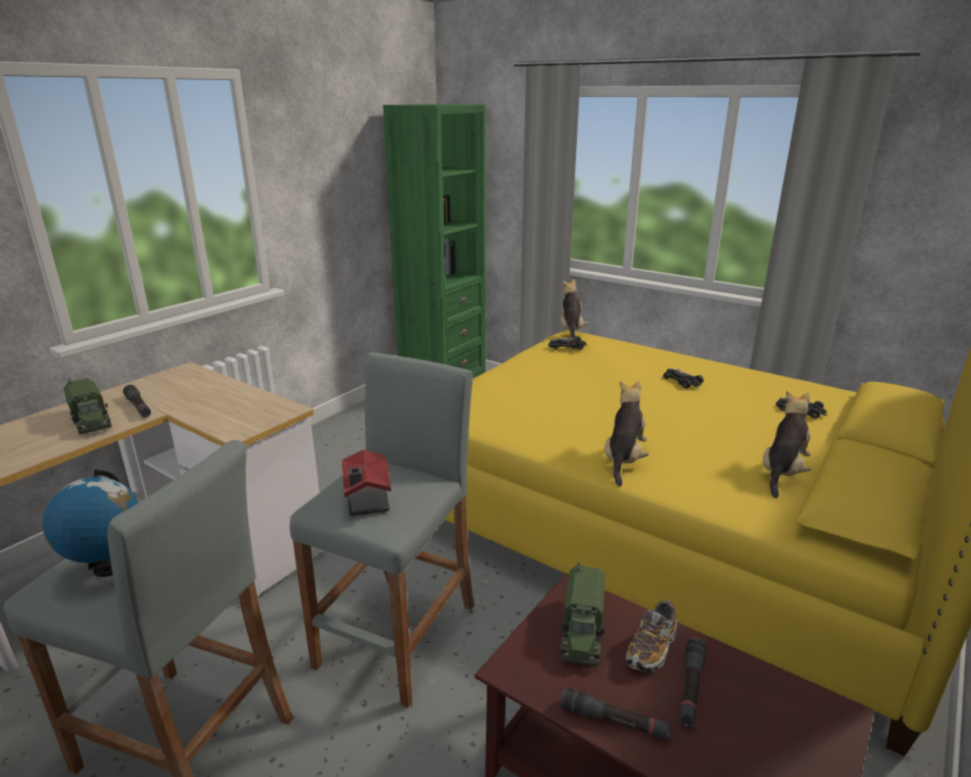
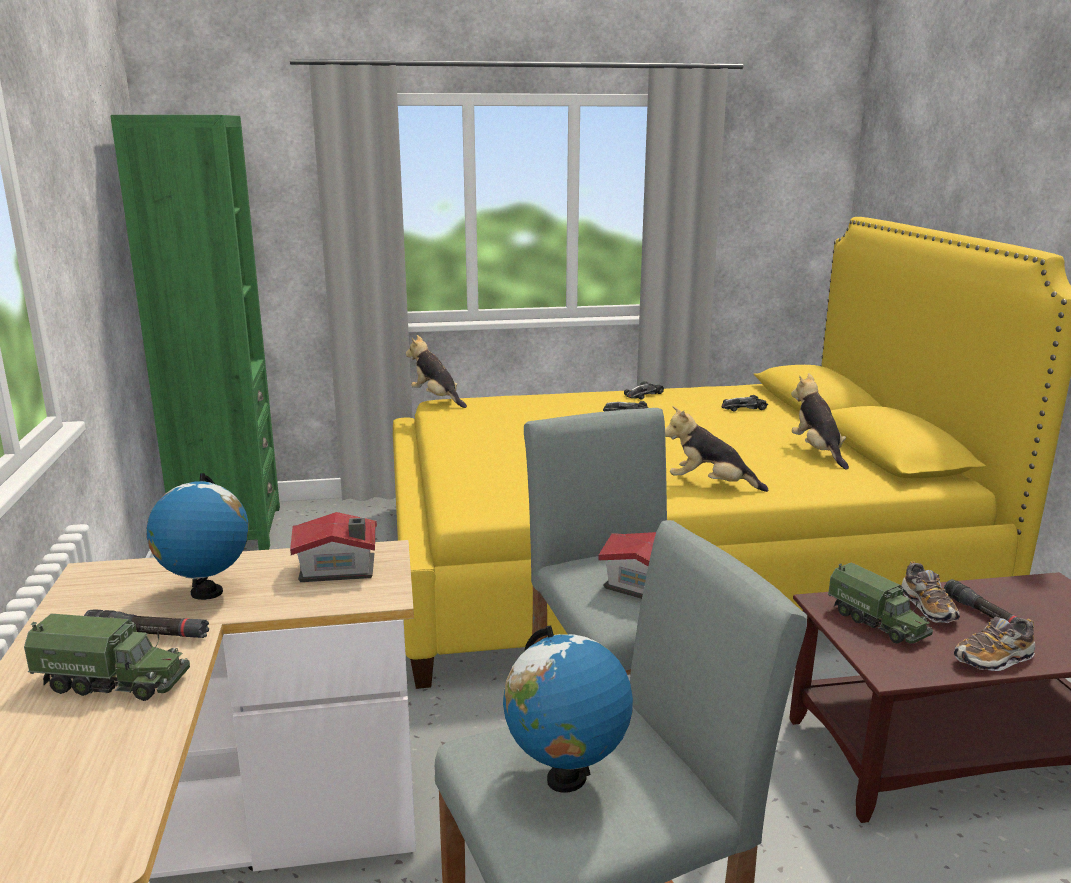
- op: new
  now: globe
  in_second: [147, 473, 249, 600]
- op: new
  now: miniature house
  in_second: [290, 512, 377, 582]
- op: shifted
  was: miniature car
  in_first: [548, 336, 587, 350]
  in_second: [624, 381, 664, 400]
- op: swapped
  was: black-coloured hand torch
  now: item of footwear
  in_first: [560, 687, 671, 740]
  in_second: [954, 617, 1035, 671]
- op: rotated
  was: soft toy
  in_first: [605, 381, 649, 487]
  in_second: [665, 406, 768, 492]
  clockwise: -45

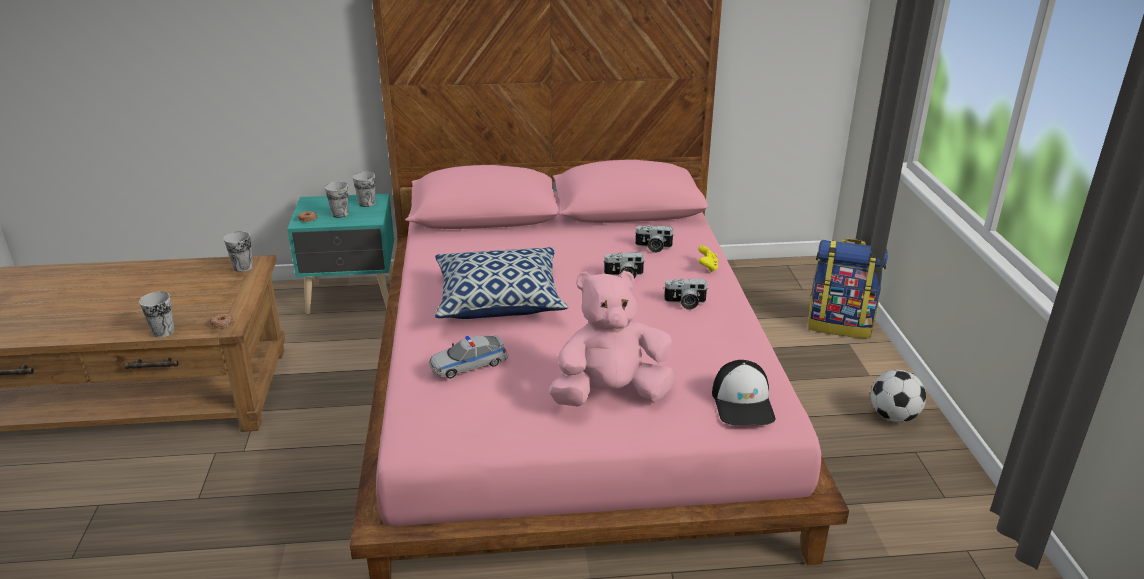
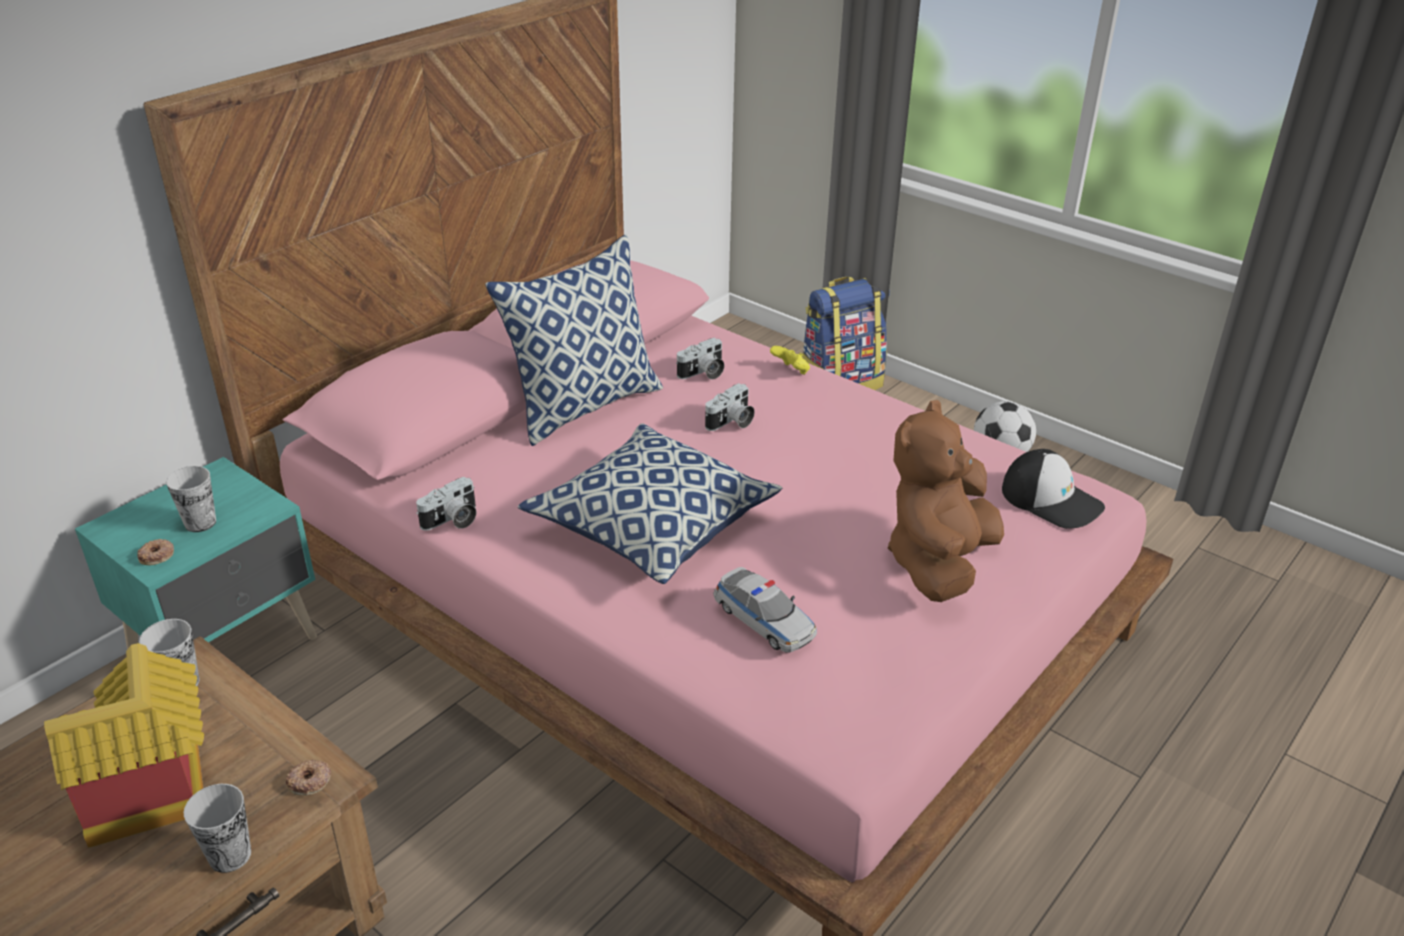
- op: gone
  was: drinking cup
  in_first: [353, 172, 375, 207]
- op: new
  now: miniature house
  in_second: [44, 643, 204, 848]
- op: new
  now: throw pillow
  in_second: [485, 234, 663, 446]
- op: shifted
  was: still camera
  in_first: [663, 278, 708, 310]
  in_second: [416, 477, 476, 531]
- op: repainted
  was: pinkish soft toy
  now: brownish soft toy
  in_first: [549, 270, 675, 406]
  in_second: [888, 400, 1004, 602]
- op: rotated
  was: miniature car
  in_first: [429, 335, 509, 378]
  in_second: [713, 567, 817, 652]
  clockwise: -60

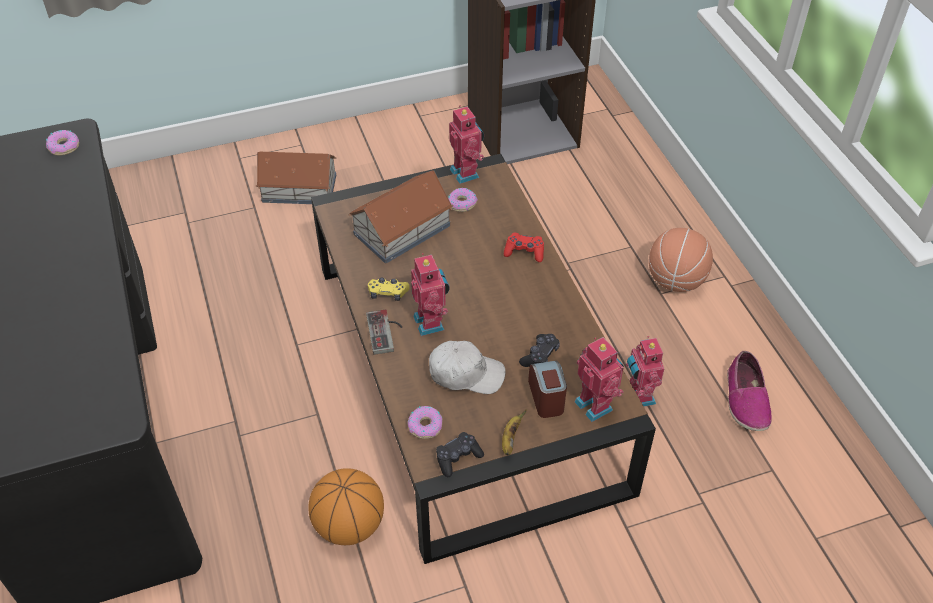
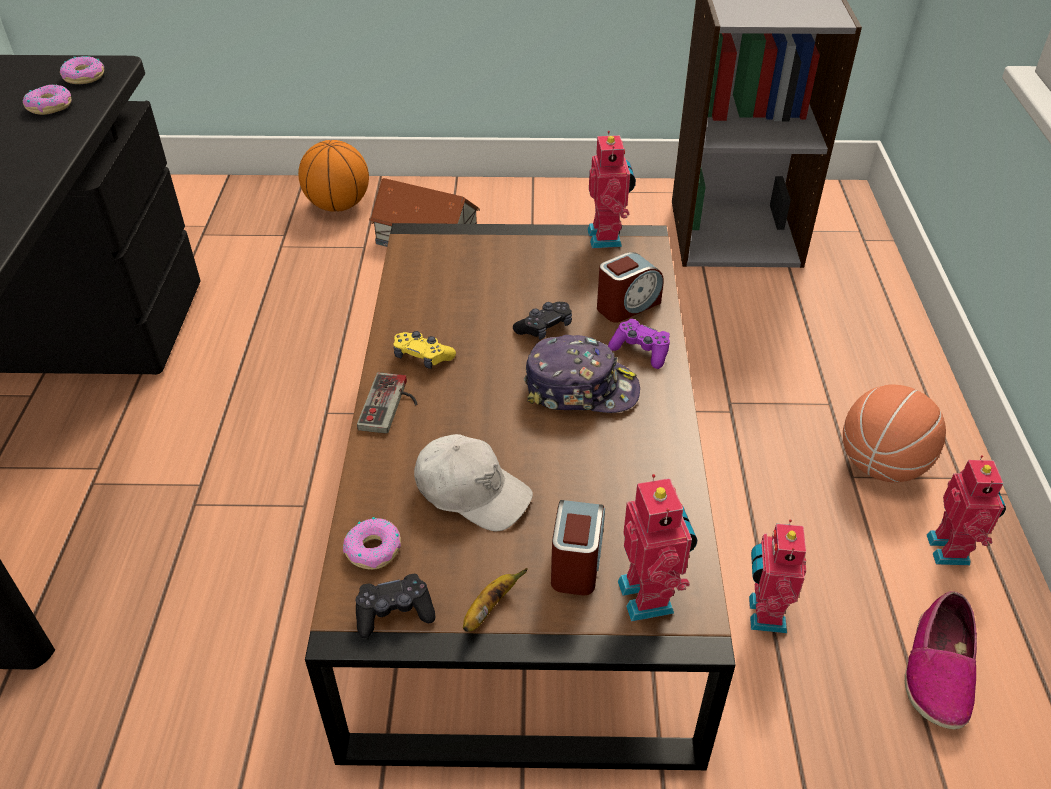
- op: gone
  was: miniature house
  in_first: [348, 170, 453, 263]
- op: new
  now: peaked cap
  in_second: [524, 335, 640, 413]
- op: new
  now: bedside clock
  in_second: [597, 252, 664, 323]
- op: shifted
  was: ball for basketball
  in_first: [308, 468, 384, 545]
  in_second: [298, 140, 369, 212]
- op: shifted
  was: model robot
  in_first: [411, 253, 450, 336]
  in_second: [927, 455, 1006, 565]
- op: shifted
  was: donut
  in_first: [448, 188, 478, 212]
  in_second: [23, 85, 72, 115]
- op: shifted
  was: black-coloured joypad
  in_first: [519, 334, 560, 367]
  in_second: [513, 302, 572, 340]
- op: repainted
  was: reddish joypad
  now: purple-coloured joypad
  in_first: [504, 232, 544, 262]
  in_second: [608, 319, 670, 369]

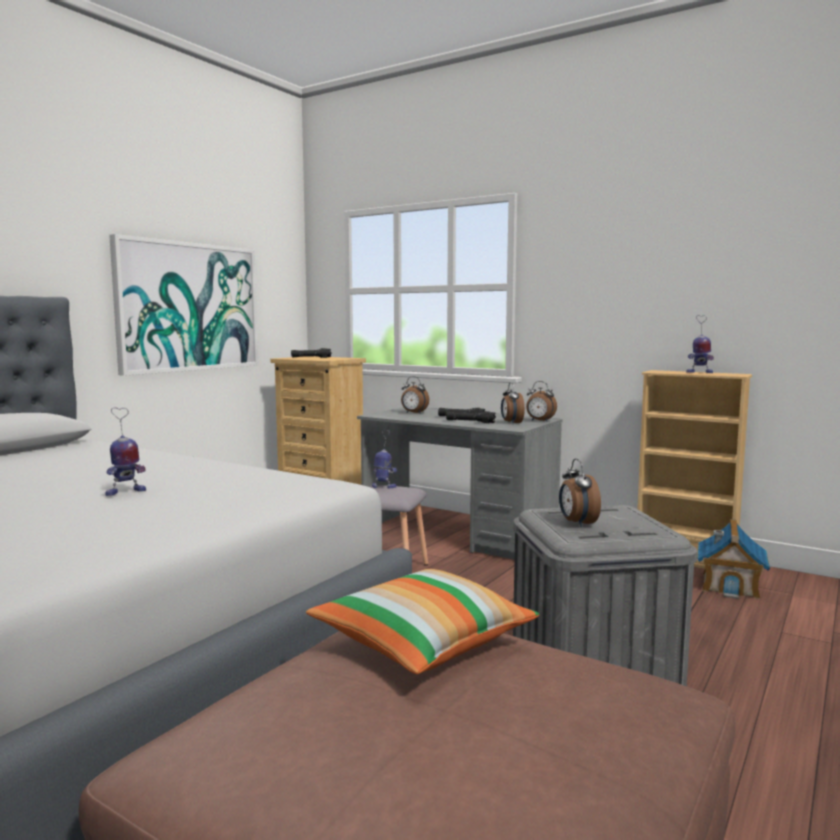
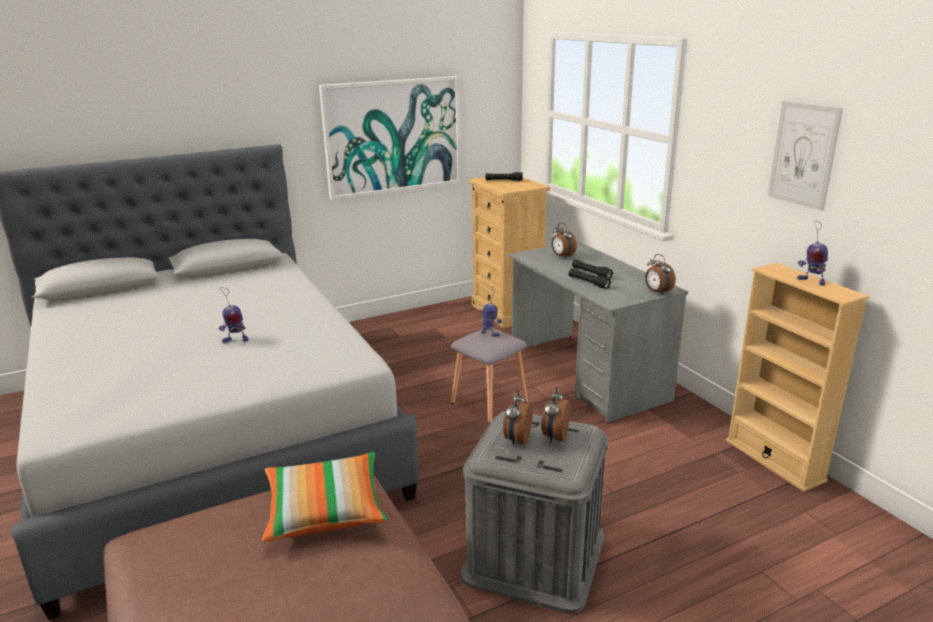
- op: gone
  was: miniature house
  in_first: [697, 519, 770, 599]
- op: new
  now: picture
  in_second: [768, 101, 843, 211]
- op: shifted
  was: bedside clock
  in_first: [501, 382, 525, 425]
  in_second: [541, 387, 570, 443]

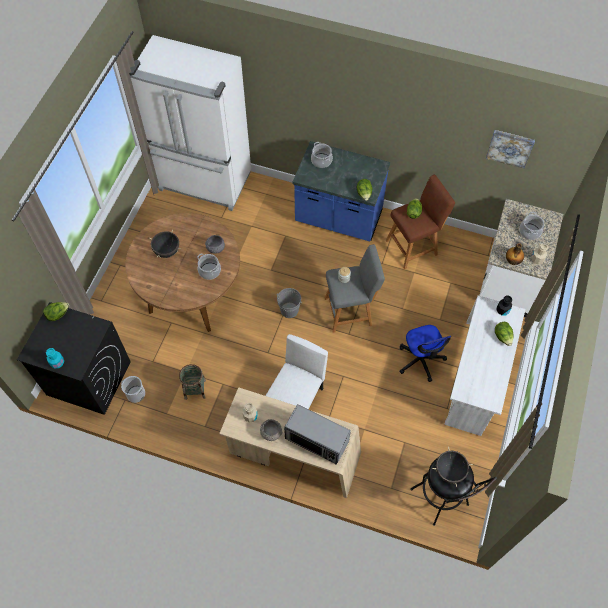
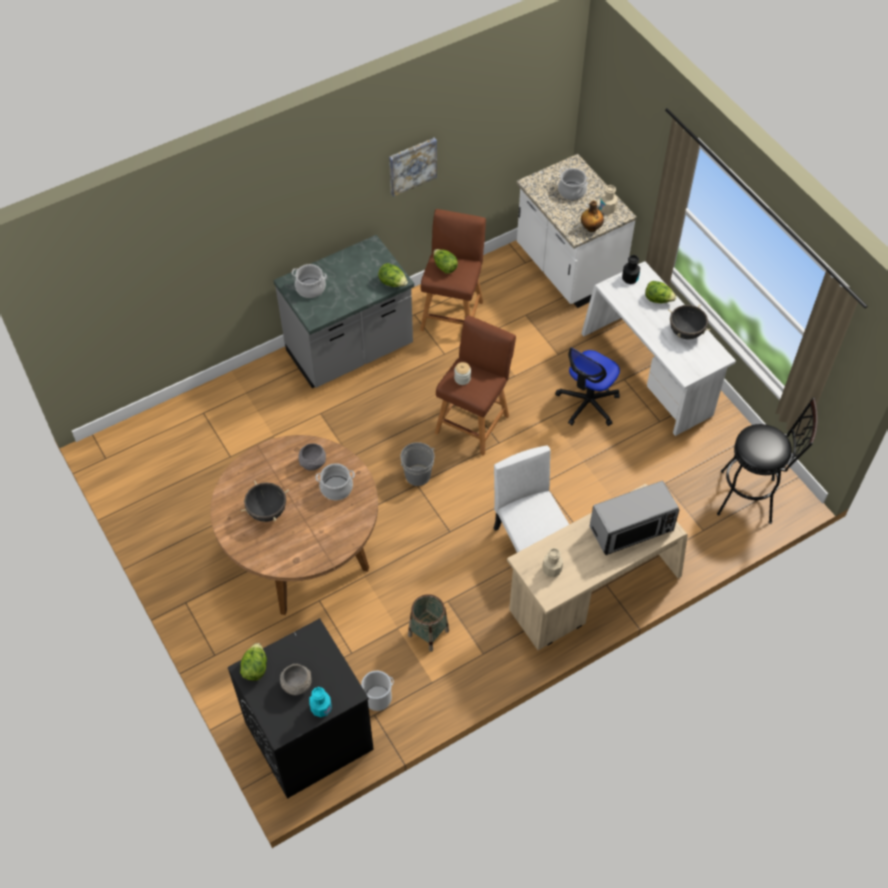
- op: gone
  was: white-coloured kitchen fridge
  in_first: [129, 35, 251, 211]
- op: shifted
  was: greyish deep dish
  in_first: [260, 419, 282, 441]
  in_second: [280, 664, 312, 695]
- op: shifted
  was: black-coloured saucepot
  in_first: [432, 447, 473, 487]
  in_second: [668, 304, 710, 339]
- op: shifted
  was: picture
  in_first: [486, 130, 535, 168]
  in_second: [389, 138, 437, 197]
- op: repainted
  was: bluish kitchen counter
  now: greyish kitchen counter
  in_first: [293, 141, 390, 241]
  in_second: [273, 235, 414, 388]
- op: repainted
  was: greyish stool
  now: brownish stool
  in_first: [325, 244, 385, 333]
  in_second: [435, 315, 516, 456]
- op: rotated
  was: office chair
  in_first: [399, 325, 451, 382]
  in_second: [555, 347, 620, 426]
  clockwise: 105

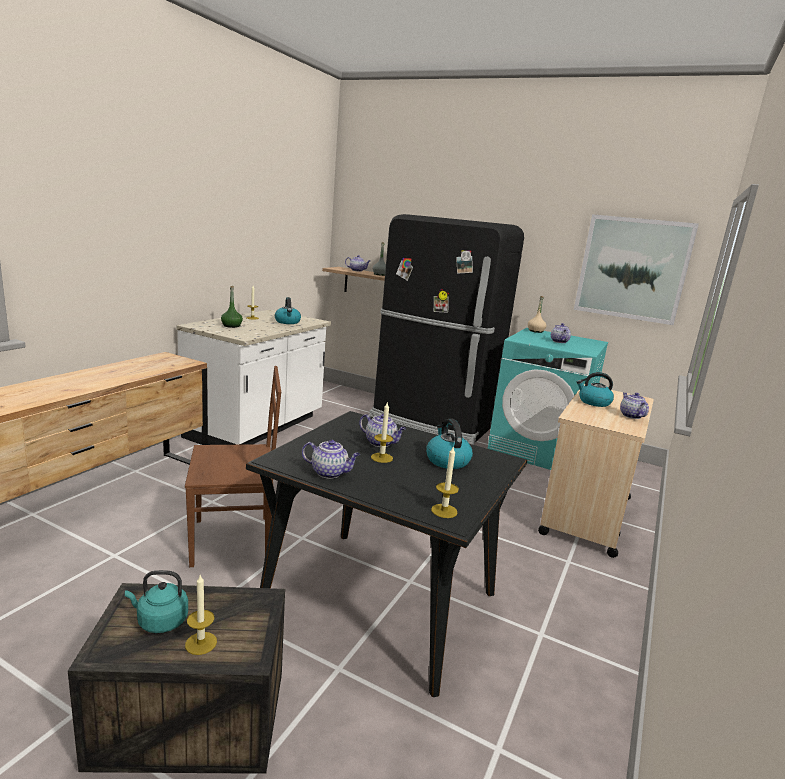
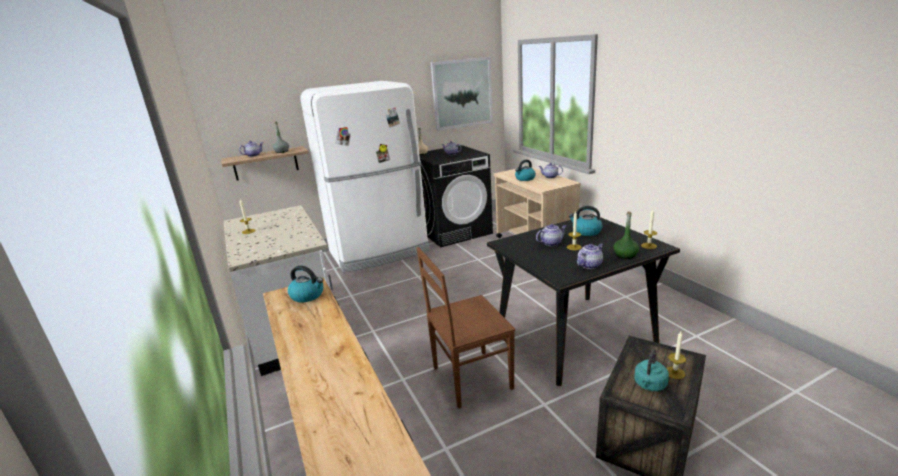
- op: shifted
  was: green-coloured bottle
  in_first: [221, 286, 243, 328]
  in_second: [614, 212, 639, 259]
- op: shifted
  was: kettle
  in_first: [275, 297, 301, 324]
  in_second: [288, 266, 323, 303]
- op: repainted
  was: black-coloured kitchen fridge
  now: white-coloured kitchen fridge
  in_first: [369, 214, 524, 445]
  in_second: [300, 81, 429, 272]
- op: repainted
  was: turquoise-coloured washing machine
  now: black-coloured washing machine
  in_first: [487, 328, 608, 470]
  in_second: [419, 145, 493, 247]
- op: rotated
  was: brownish upright chair
  in_first: [185, 366, 281, 567]
  in_second: [416, 247, 515, 409]
  clockwise: -135

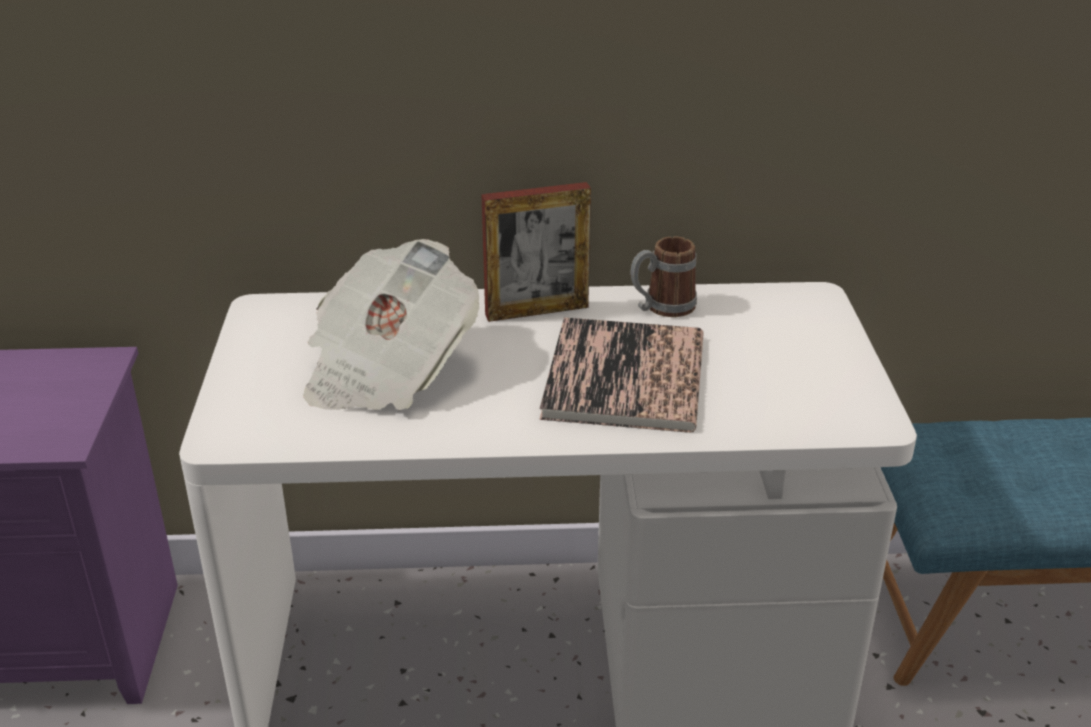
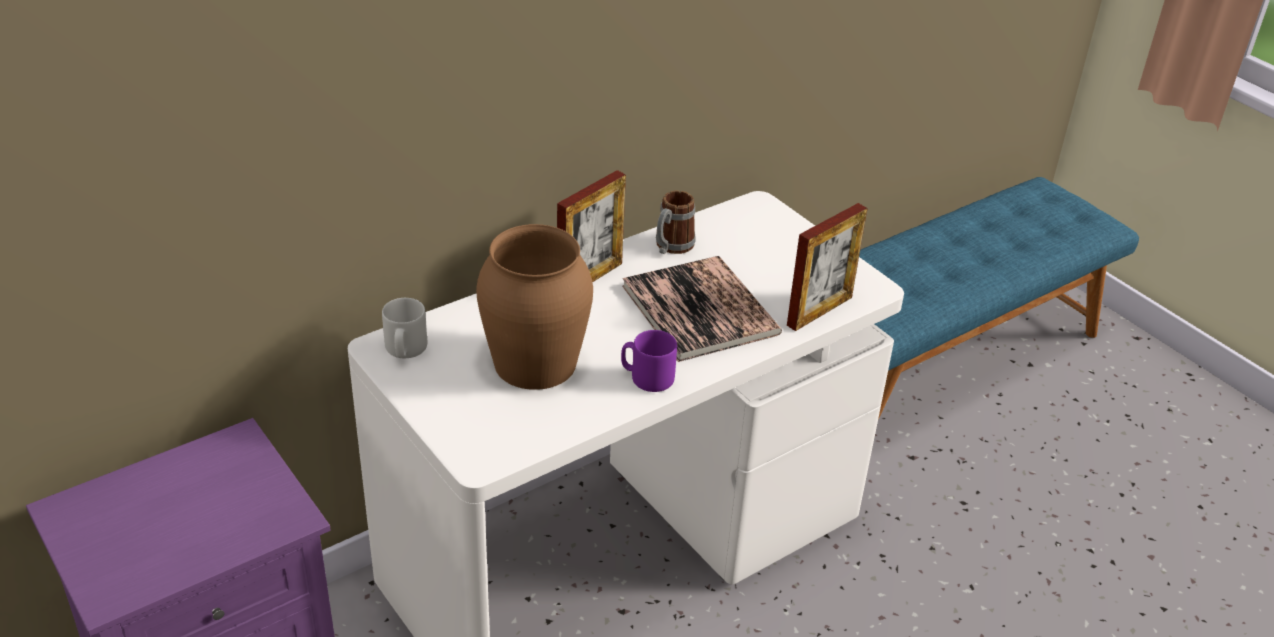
- op: new
  now: greyish mug
  in_second: [382, 298, 427, 358]
- op: new
  now: purple-coloured mug
  in_second: [621, 330, 677, 392]
- op: new
  now: standing frame
  in_second: [787, 203, 868, 331]
- op: swapped
  was: printed paper
  now: brownish vase
  in_first: [303, 239, 479, 410]
  in_second: [476, 224, 593, 390]

